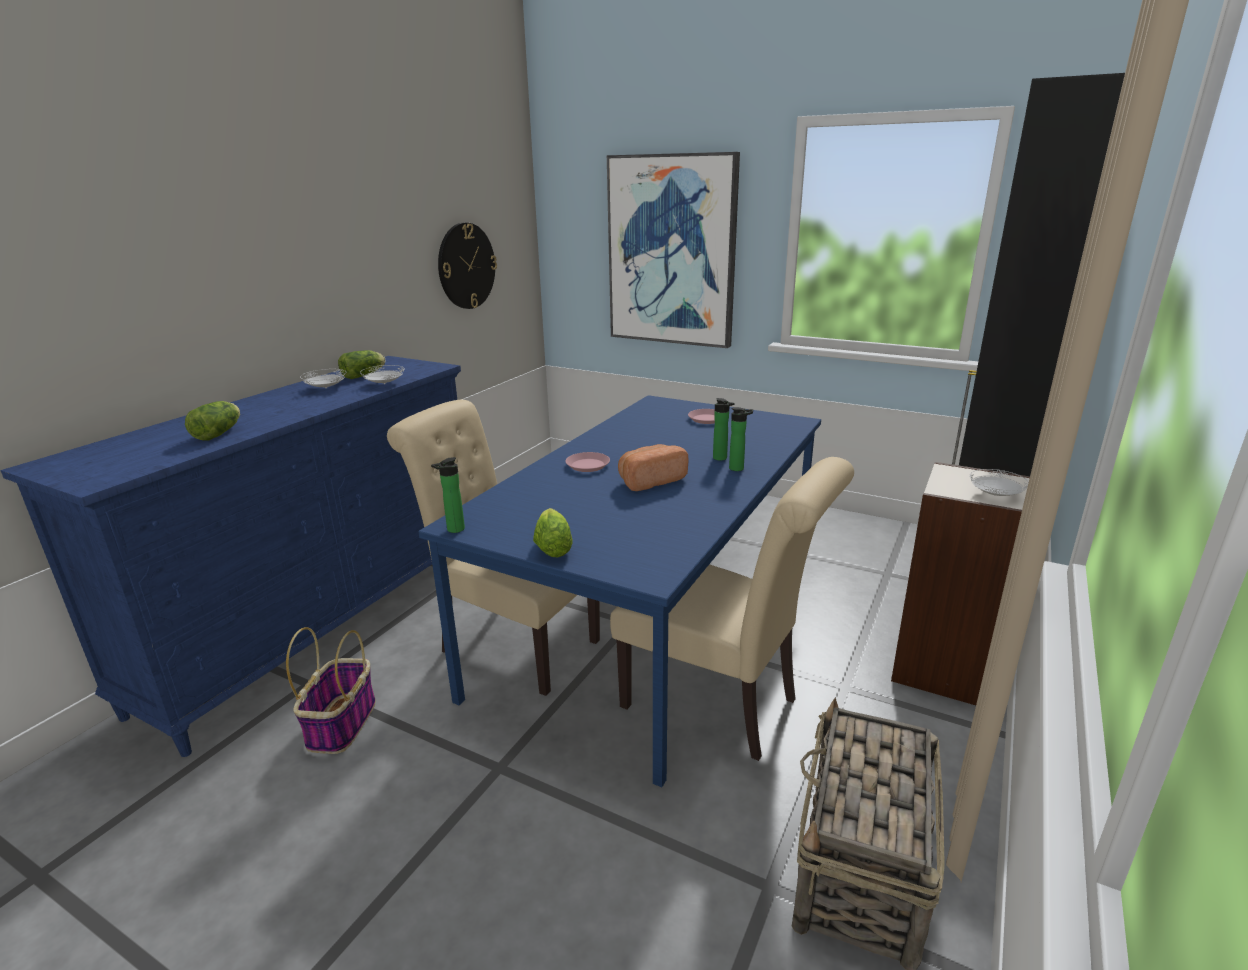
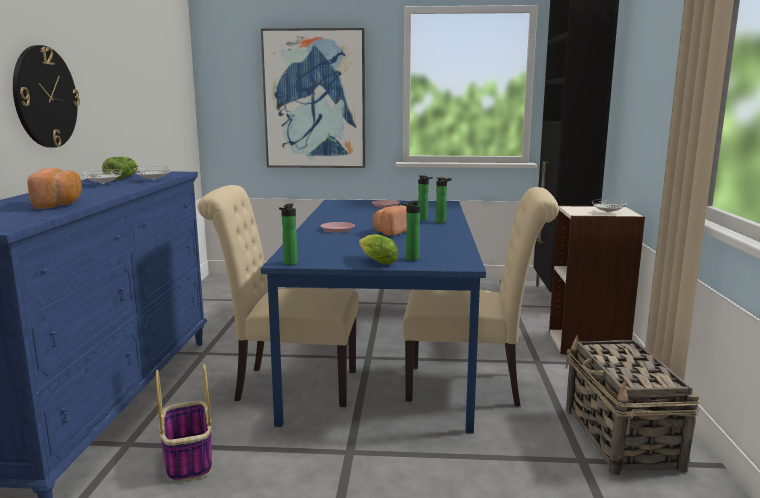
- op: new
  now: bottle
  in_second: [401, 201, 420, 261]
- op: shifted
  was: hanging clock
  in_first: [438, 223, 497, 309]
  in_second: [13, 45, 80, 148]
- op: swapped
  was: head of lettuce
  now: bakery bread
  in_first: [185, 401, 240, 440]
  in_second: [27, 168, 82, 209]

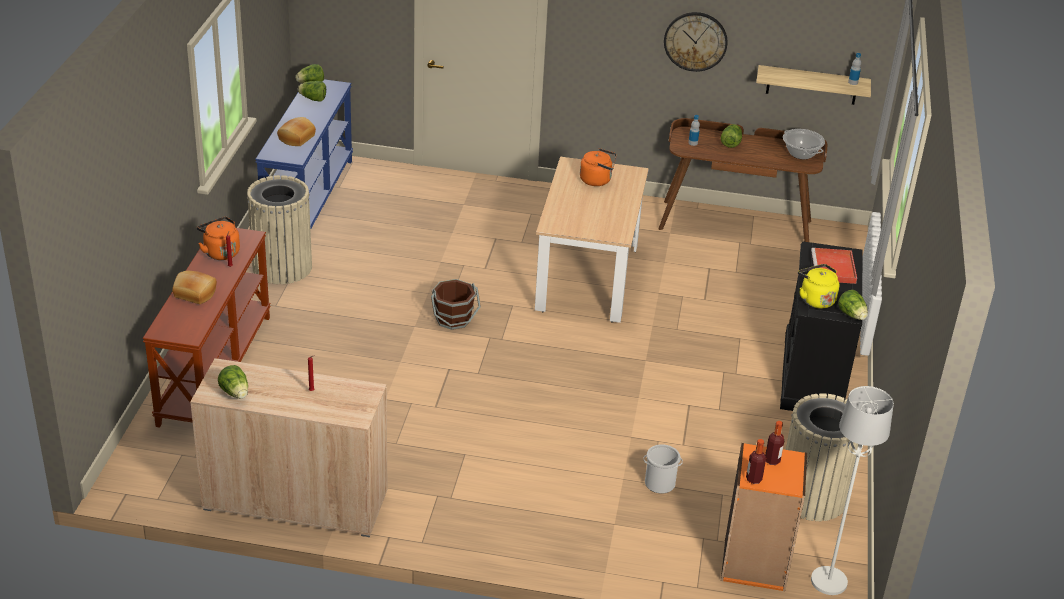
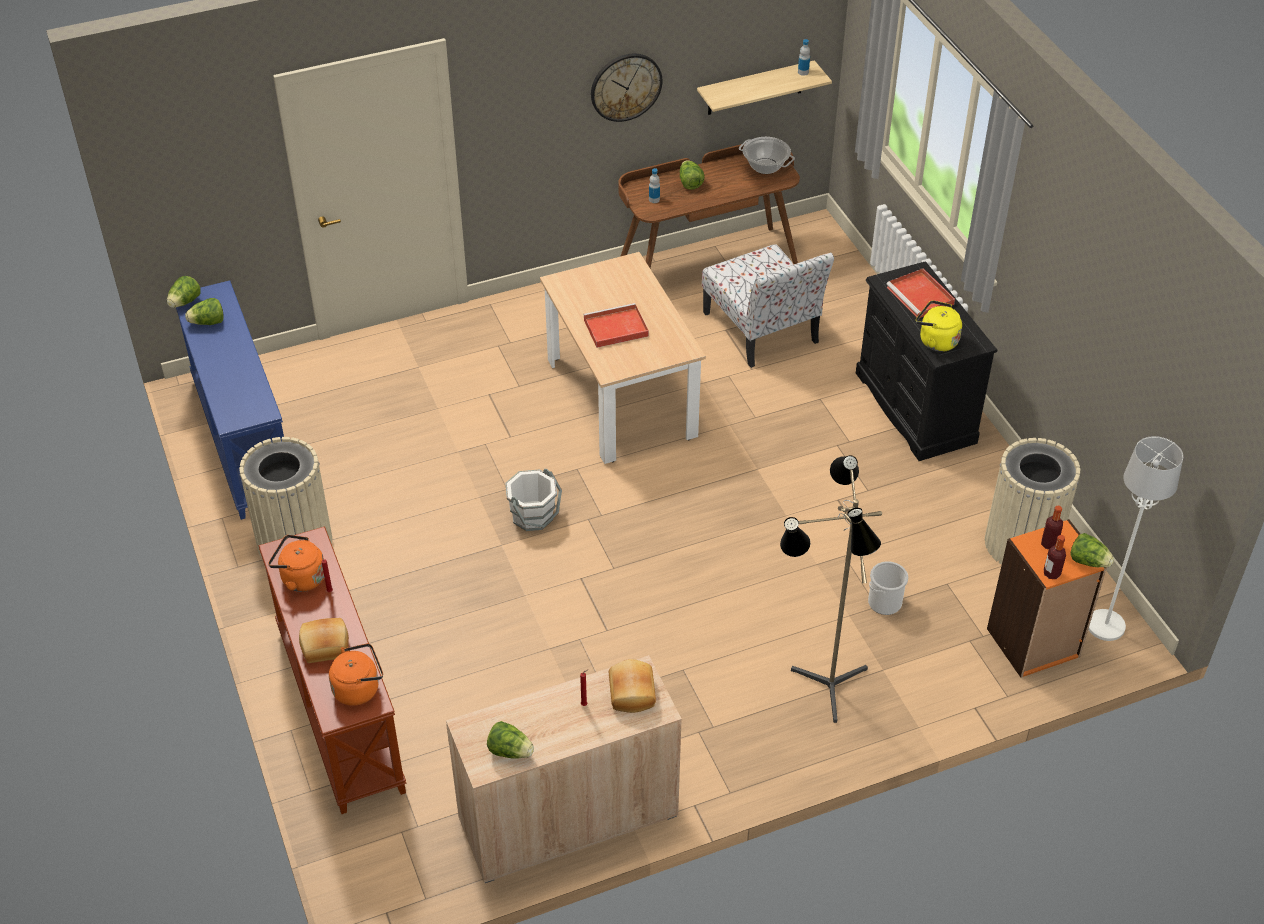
- op: new
  now: reddish tray
  in_second: [583, 303, 649, 348]
- op: new
  now: upright chair
  in_second: [702, 244, 834, 368]
- op: new
  now: standard lamp
  in_second: [780, 455, 882, 723]
- op: shifted
  was: bakery bread
  in_first: [277, 117, 316, 146]
  in_second: [609, 659, 656, 713]
- op: shifted
  was: orange-coloured kettle
  in_first: [580, 148, 616, 186]
  in_second: [329, 643, 383, 706]
- op: shifted
  was: head of lettuce
  in_first: [838, 290, 868, 320]
  in_second: [1070, 533, 1114, 568]
- op: repainted
  was: brownish bucket
  now: white-coloured bucket
  in_first: [431, 279, 481, 330]
  in_second: [505, 469, 562, 531]

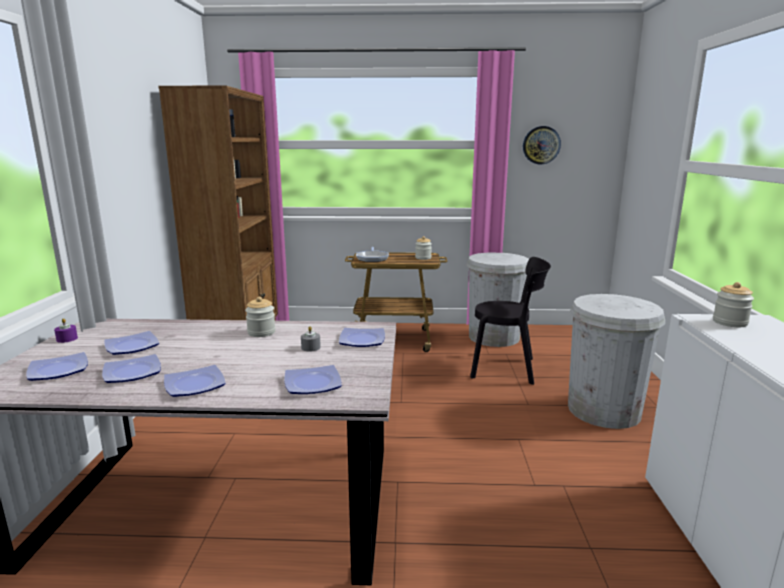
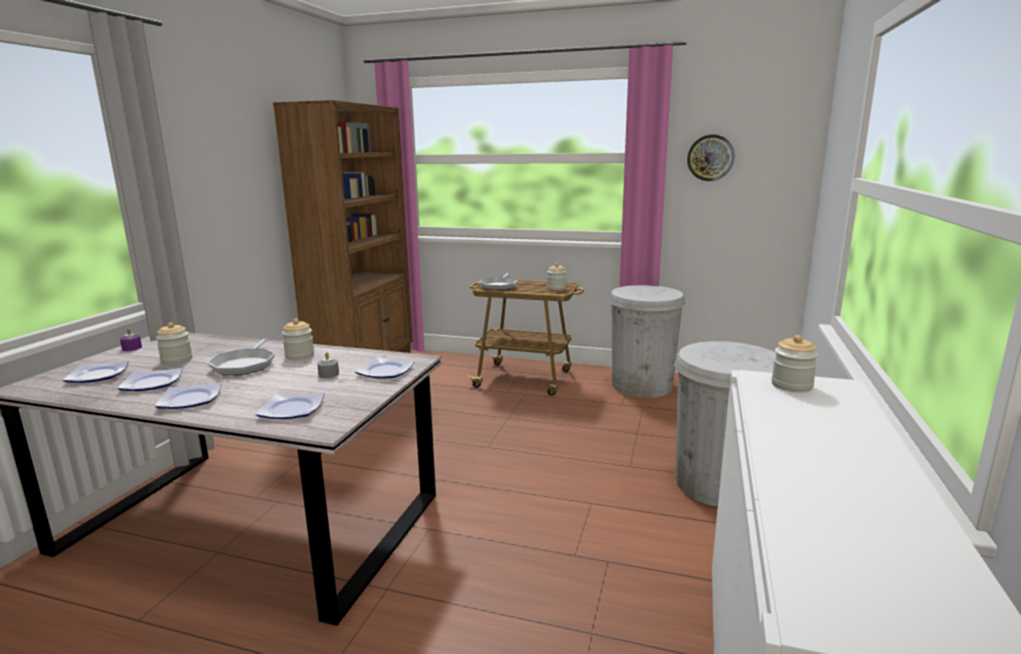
- op: gone
  was: black-coloured upright chair
  in_first: [470, 257, 551, 385]
- op: new
  now: frying pan
  in_second: [207, 338, 275, 376]
- op: swapped
  was: flat dish
  now: storage jar
  in_first: [104, 331, 159, 355]
  in_second: [156, 322, 192, 364]

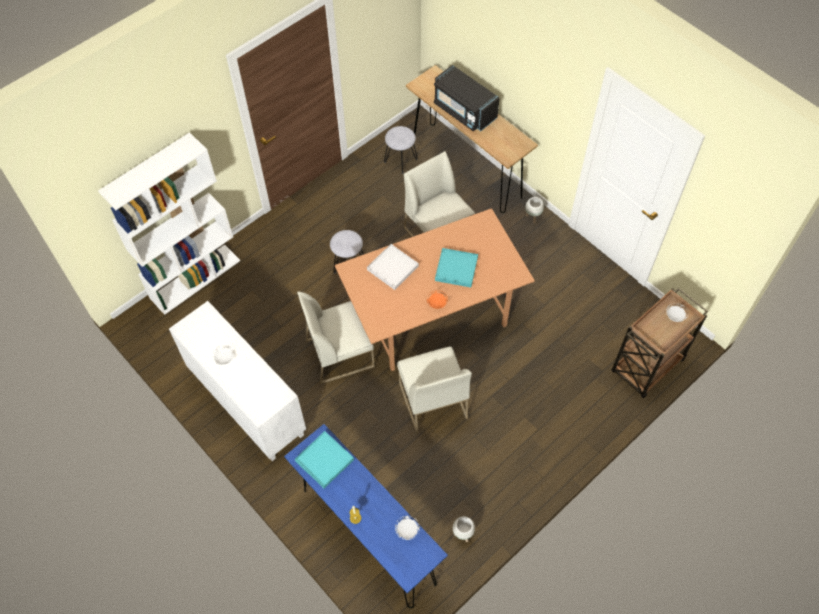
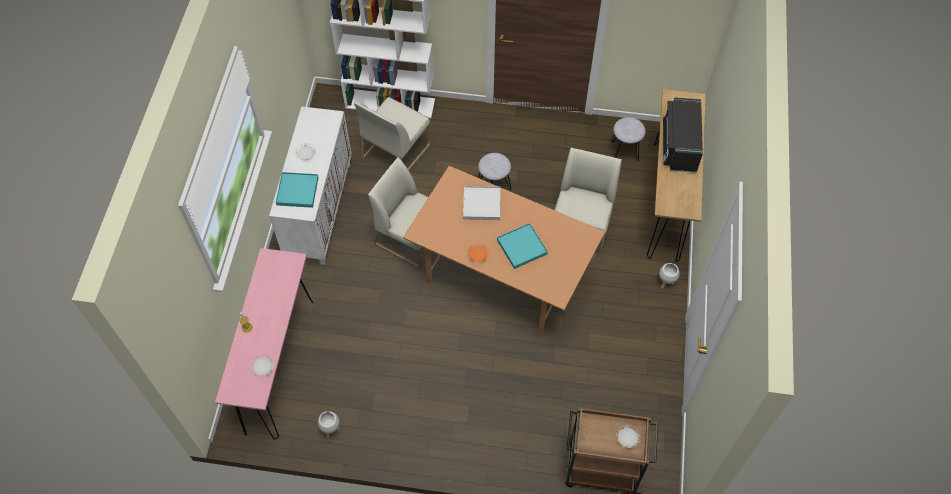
- op: shifted
  was: turquoise-coloured tray
  in_first: [295, 431, 354, 488]
  in_second: [276, 172, 319, 208]
- op: shifted
  was: white-coloured upright chair
  in_first: [397, 346, 472, 434]
  in_second: [354, 97, 430, 170]
- op: repainted
  was: bluish hall table
  now: pinkish hall table
  in_first: [284, 424, 448, 608]
  in_second: [215, 248, 313, 439]

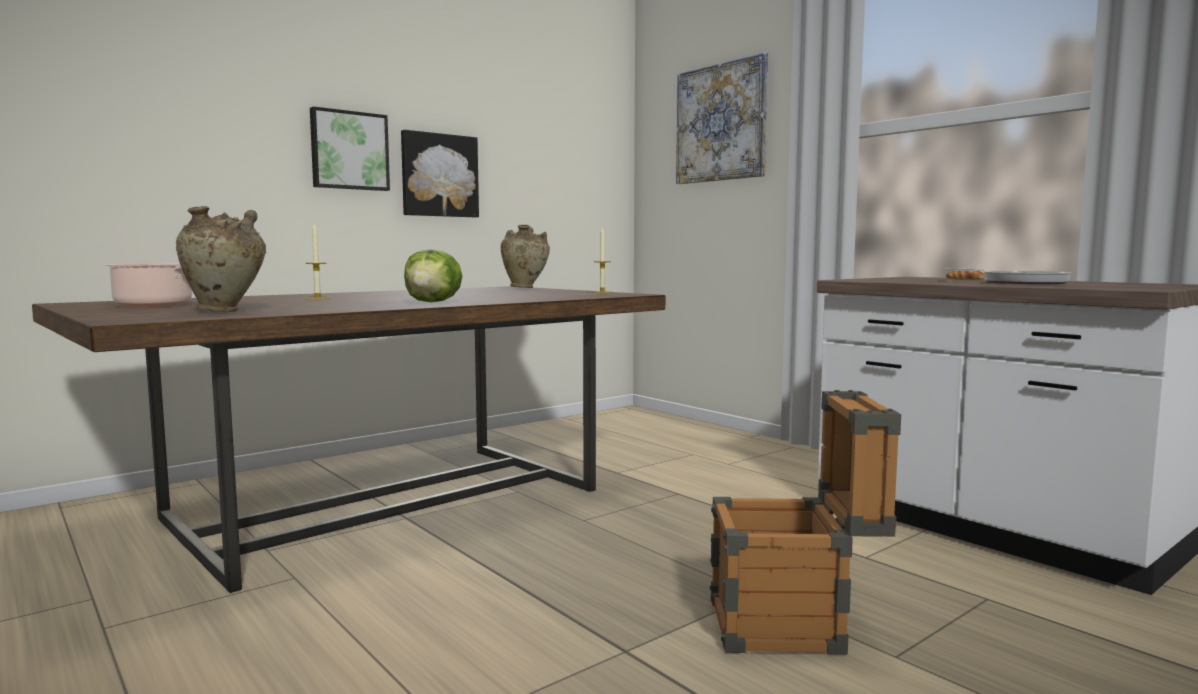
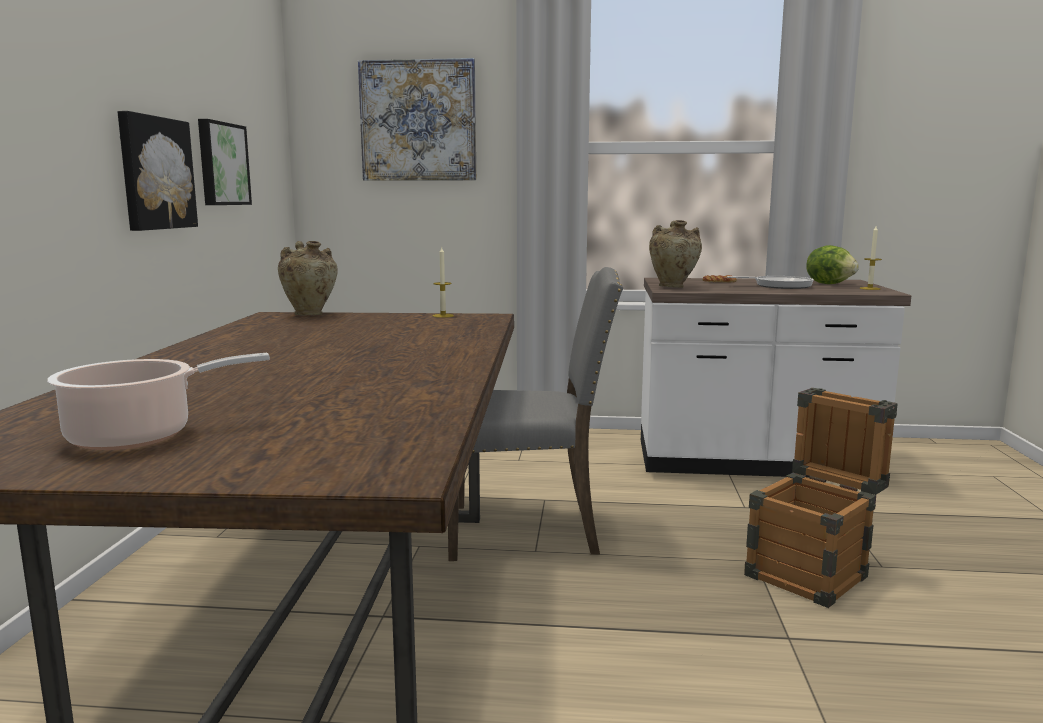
- op: new
  now: greyish upright chair
  in_second: [448, 267, 623, 561]
- op: shifted
  was: beige-coloured vase
  in_first: [176, 206, 266, 312]
  in_second: [649, 220, 702, 288]
- op: shifted
  was: candle
  in_first: [306, 223, 330, 300]
  in_second: [860, 226, 882, 290]
- op: shifted
  was: picture
  in_first: [310, 106, 390, 191]
  in_second: [198, 119, 252, 205]
- op: shifted
  was: head of lettuce
  in_first: [404, 249, 462, 302]
  in_second: [806, 245, 859, 284]

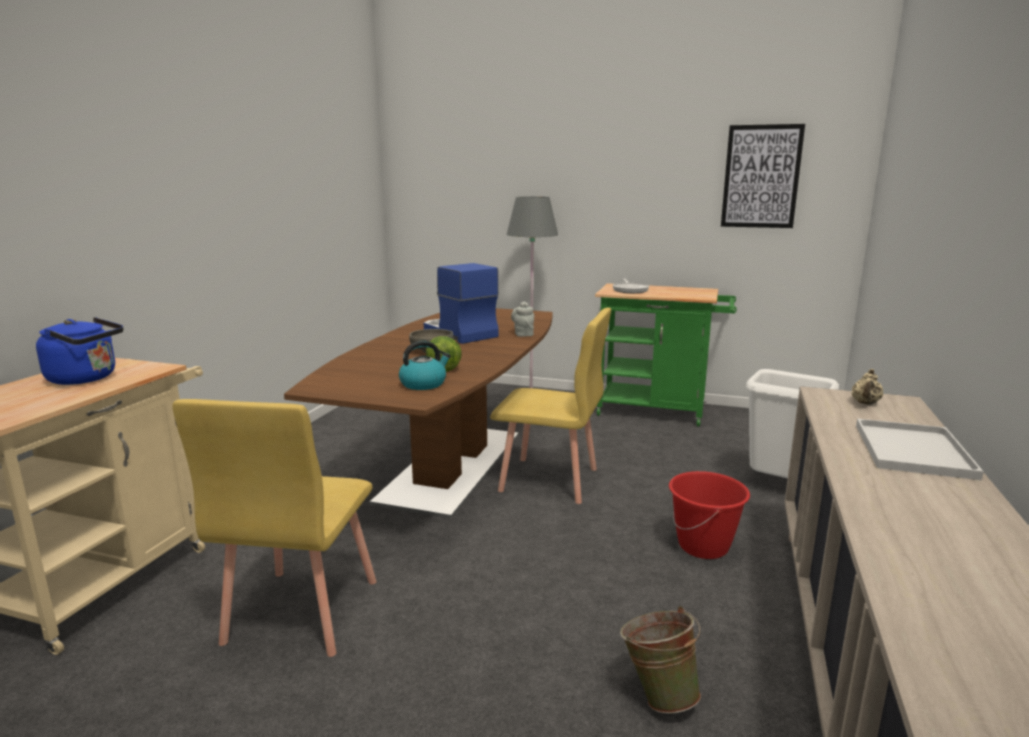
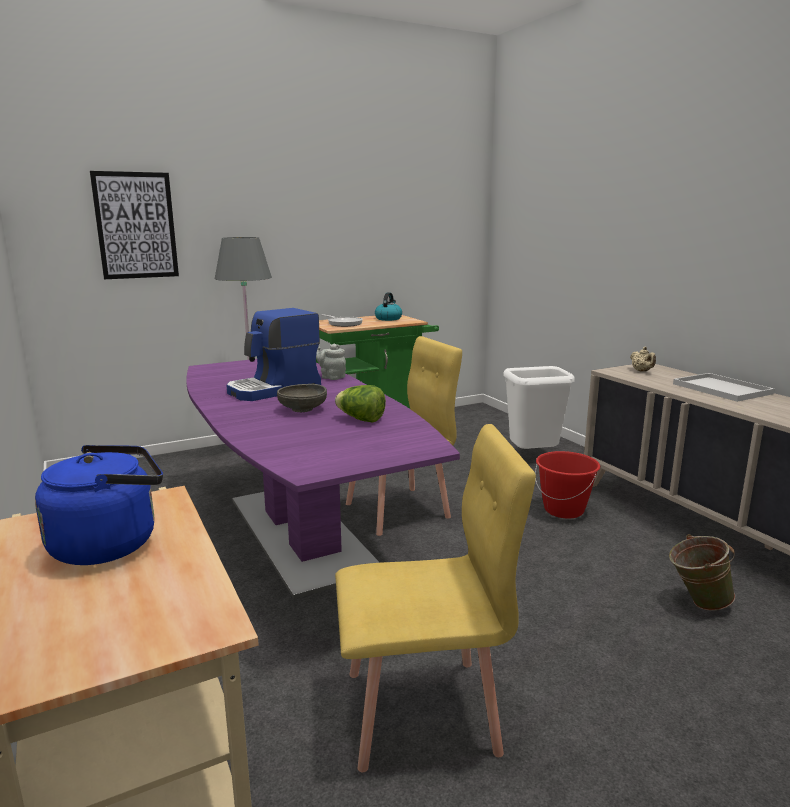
- op: shifted
  was: kettle
  in_first: [399, 340, 451, 390]
  in_second: [375, 292, 402, 321]
- op: shifted
  was: picture
  in_first: [721, 124, 805, 228]
  in_second: [90, 171, 179, 279]
- op: repainted
  was: brownish kitchen table
  now: purple-coloured kitchen table
  in_first: [284, 308, 553, 519]
  in_second: [186, 359, 460, 599]
- op: rotated
  was: yellow upright chair
  in_first: [172, 399, 377, 657]
  in_second: [335, 424, 536, 772]
  clockwise: -60
- op: rotated
  was: coffee maker
  in_first: [424, 263, 499, 344]
  in_second: [227, 308, 321, 401]
  clockwise: -45

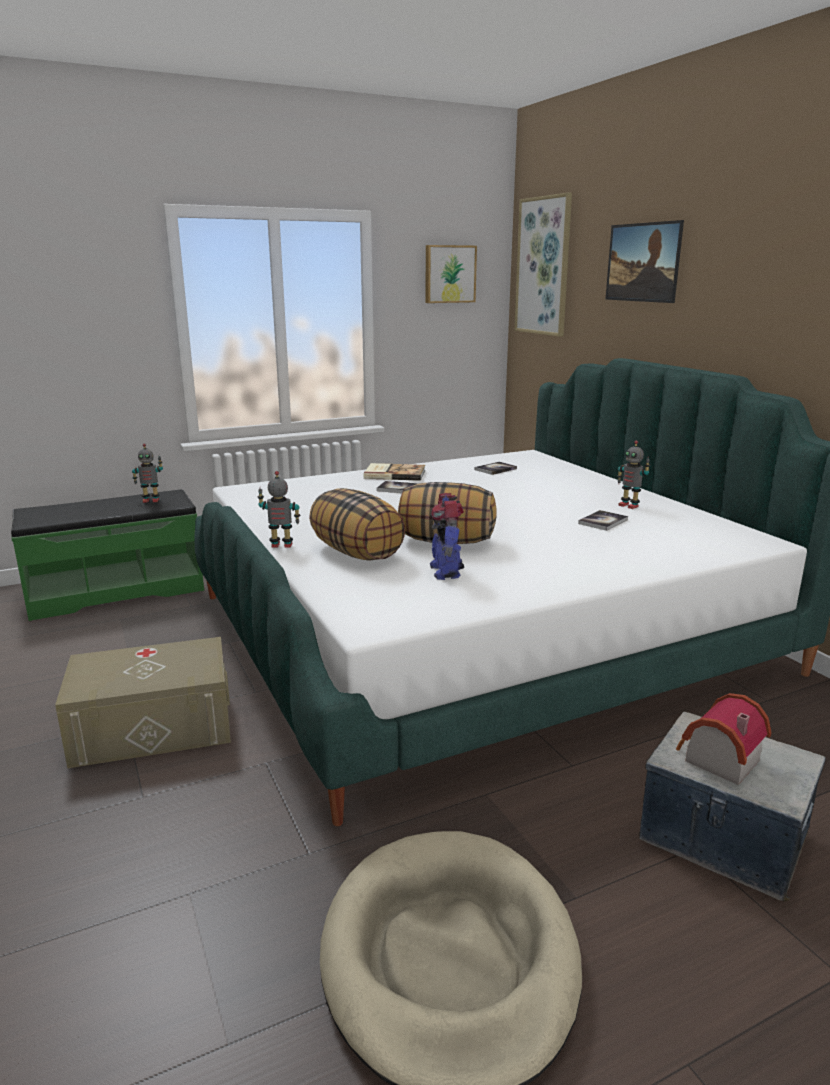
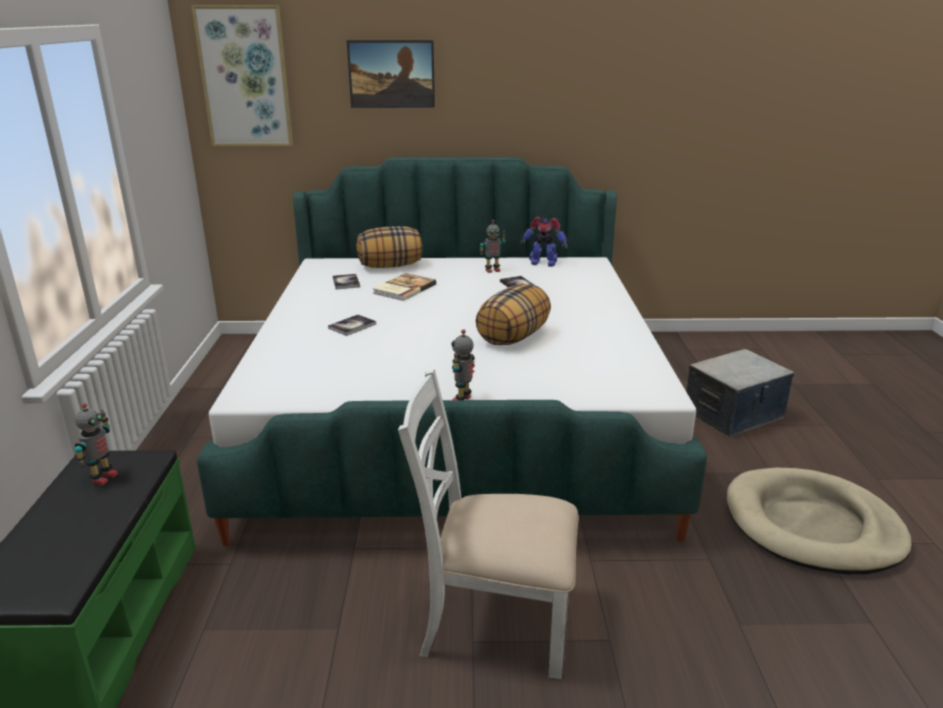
- op: gone
  was: picture
  in_first: [425, 245, 477, 303]
- op: gone
  was: miniature house
  in_first: [676, 693, 772, 785]
- op: shifted
  was: throw pillow
  in_first: [309, 488, 405, 561]
  in_second: [357, 226, 422, 268]
- op: shifted
  was: bound book
  in_first: [364, 463, 425, 481]
  in_second: [373, 273, 436, 301]
- op: shifted
  was: model robot
  in_first: [430, 493, 464, 580]
  in_second: [521, 217, 568, 266]
- op: swapped
  was: beige-coloured storage bin
  now: white-coloured upright chair
  in_first: [55, 637, 231, 768]
  in_second: [398, 369, 579, 679]

